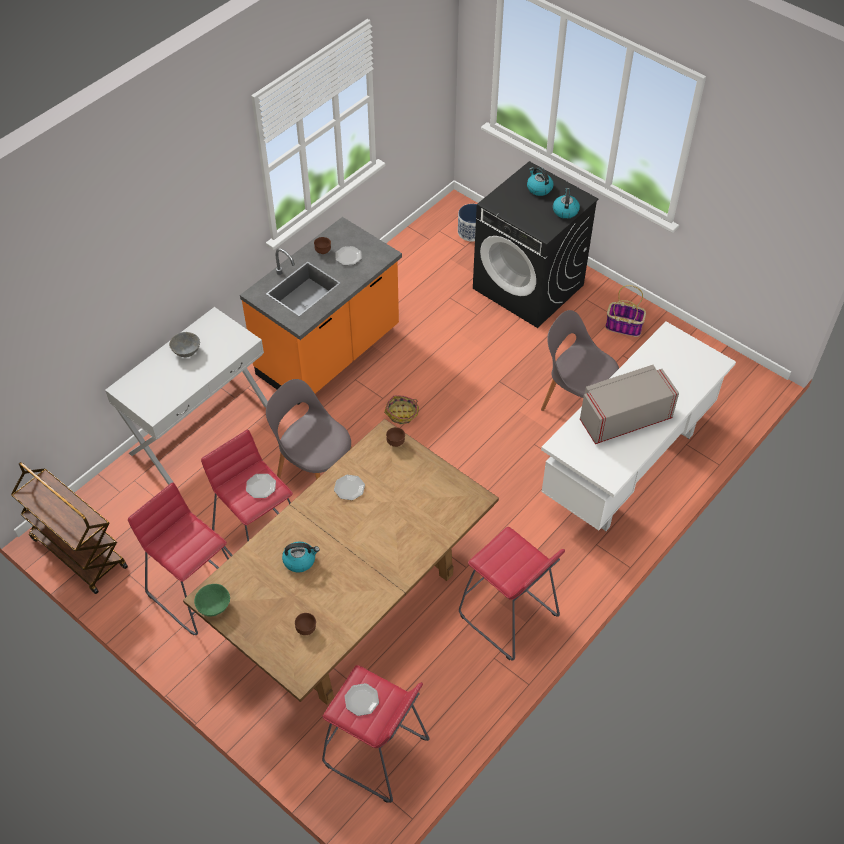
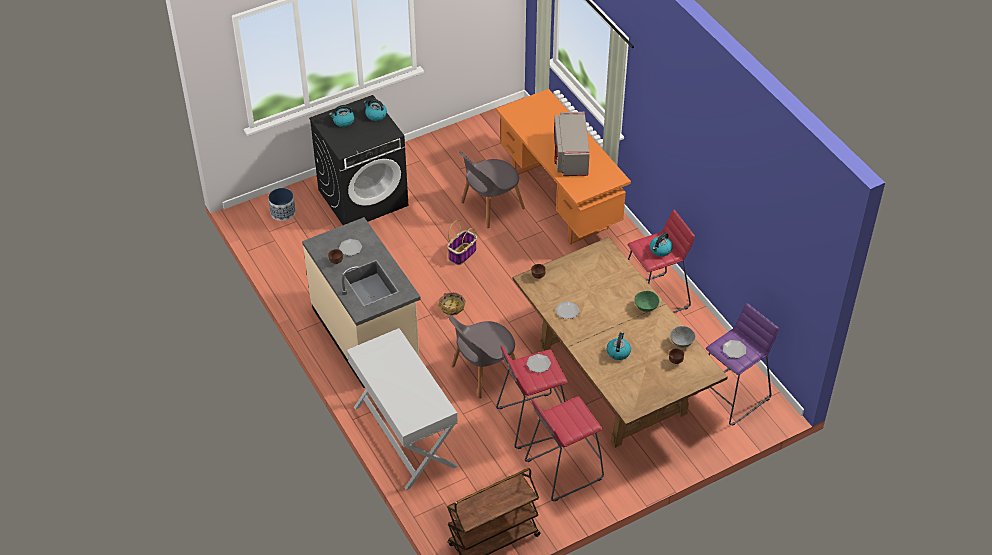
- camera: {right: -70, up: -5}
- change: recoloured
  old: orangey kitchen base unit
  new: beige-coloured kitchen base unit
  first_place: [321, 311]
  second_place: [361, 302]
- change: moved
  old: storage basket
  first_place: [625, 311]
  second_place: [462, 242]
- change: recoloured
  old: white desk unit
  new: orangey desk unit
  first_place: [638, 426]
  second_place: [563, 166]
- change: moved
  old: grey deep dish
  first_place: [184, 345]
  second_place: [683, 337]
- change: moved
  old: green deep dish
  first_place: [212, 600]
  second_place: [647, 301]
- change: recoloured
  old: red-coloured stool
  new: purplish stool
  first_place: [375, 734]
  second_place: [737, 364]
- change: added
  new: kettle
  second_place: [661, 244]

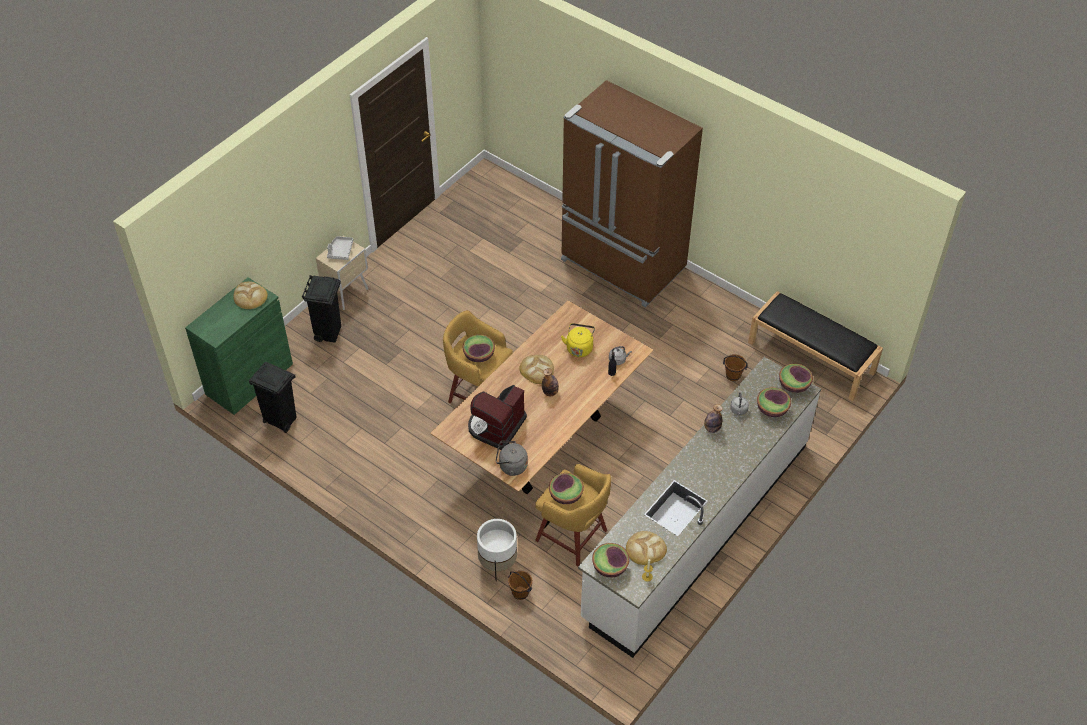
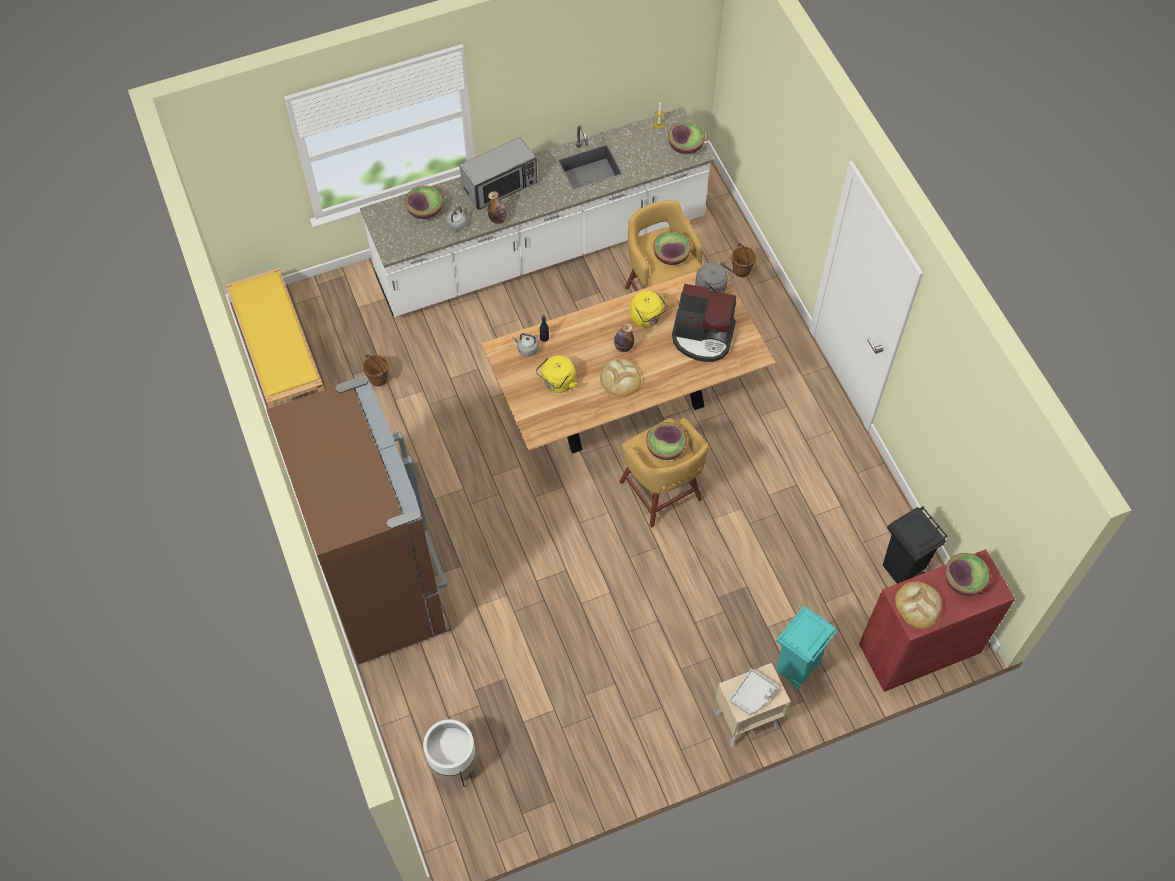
- camera: {right: -150, up: 10}
- change: recoloured
  old: black-coloured trash can
  new: turquoise-coloured trash can
  first_place: [321, 308]
  second_place: [807, 647]
- change: recoloured
  old: green storage cabinet
  new: red-coloured storage cabinet
  first_place: [239, 346]
  second_place: [937, 620]
- change: recoloured
  old: black-coloured long seat
  new: yellow long seat
  first_place: [815, 346]
  second_place: [275, 338]
- change: moved
  old: deep dish
  first_place: [796, 378]
  second_place: [967, 574]
- change: turned
  old: coffee machine
  first_place: [497, 417]
  second_place: [704, 323]
  degrees: 45
- change: moved
  old: white flower pot
  first_place: [497, 550]
  second_place: [450, 753]
- change: removed
  old: bakery bread
  first_place: [646, 548]
- change: added
  new: kitchen microwave
  second_place: [498, 173]
- change: added
  new: yellow kettle
  second_place: [649, 309]

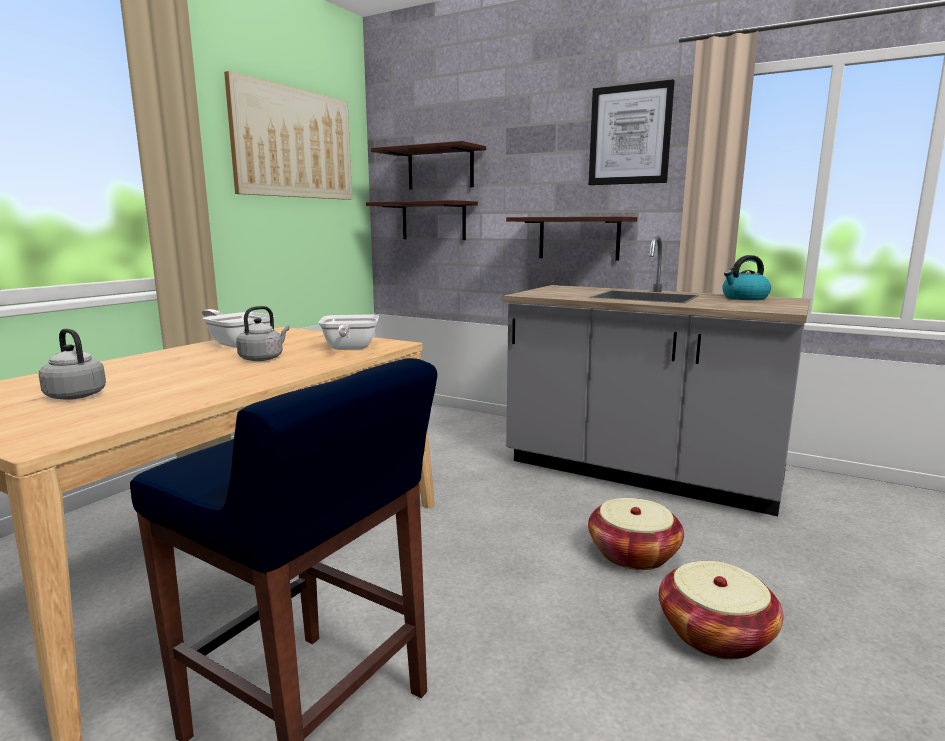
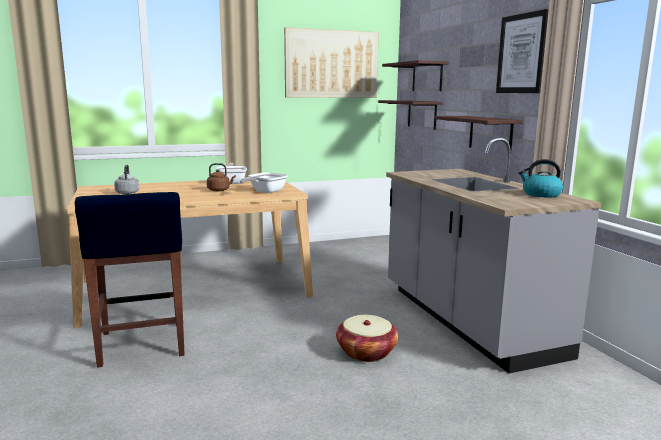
- camera: {right: 40, up: 0}
- change: recoloured
  old: grey kettle
  new: brownish kettle
  first_place: [263, 333]
  second_place: [221, 177]
- change: removed
  old: storage basket
  first_place: [721, 610]

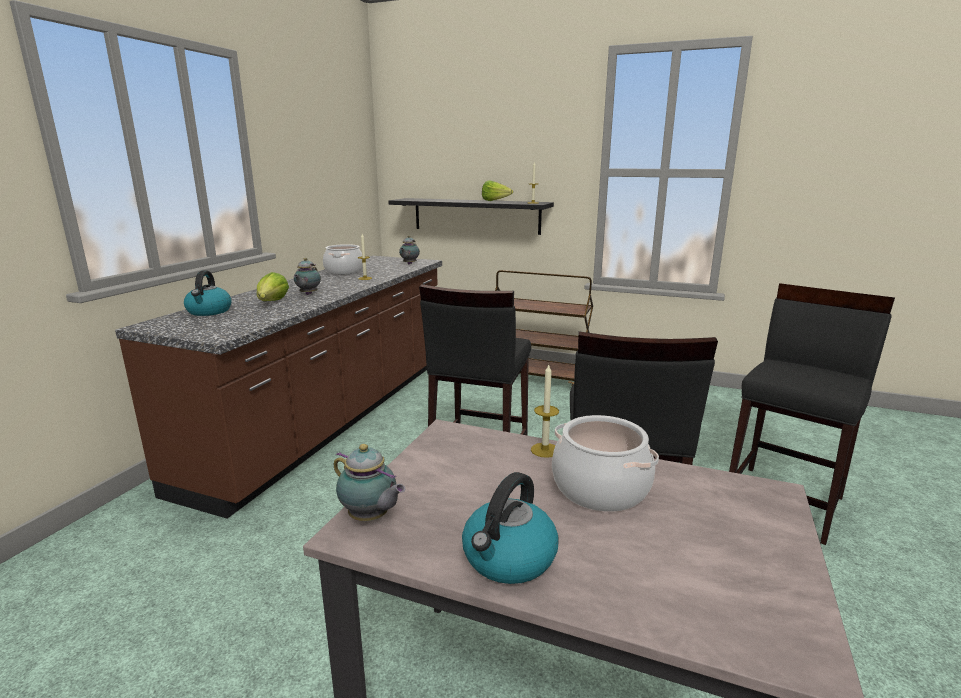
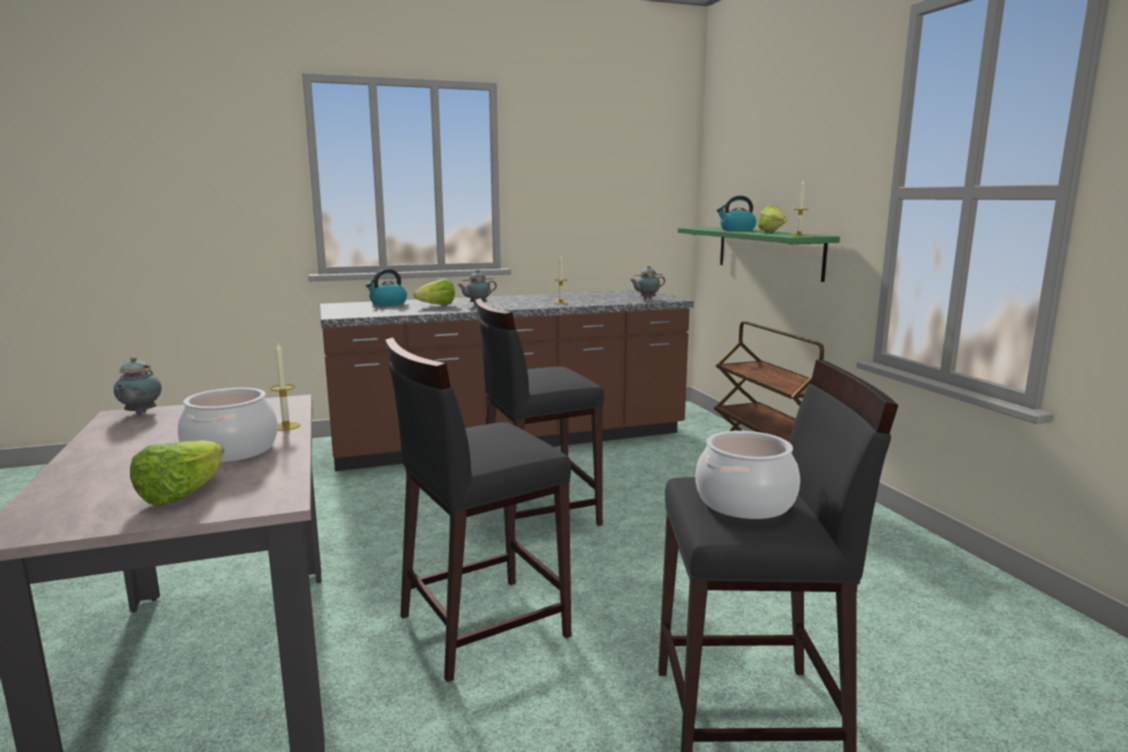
- camera: {right: 50, up: -5}
- change: recoloured
  old: black-coloured bracket shelf
  new: green bracket shelf
  first_place: [471, 216]
  second_place: [759, 254]
- change: moved
  old: cooking pot
  first_place: [343, 259]
  second_place: [748, 475]
- change: moved
  old: kettle
  first_place: [510, 528]
  second_place: [736, 213]
- change: added
  new: head of lettuce
  second_place: [177, 473]

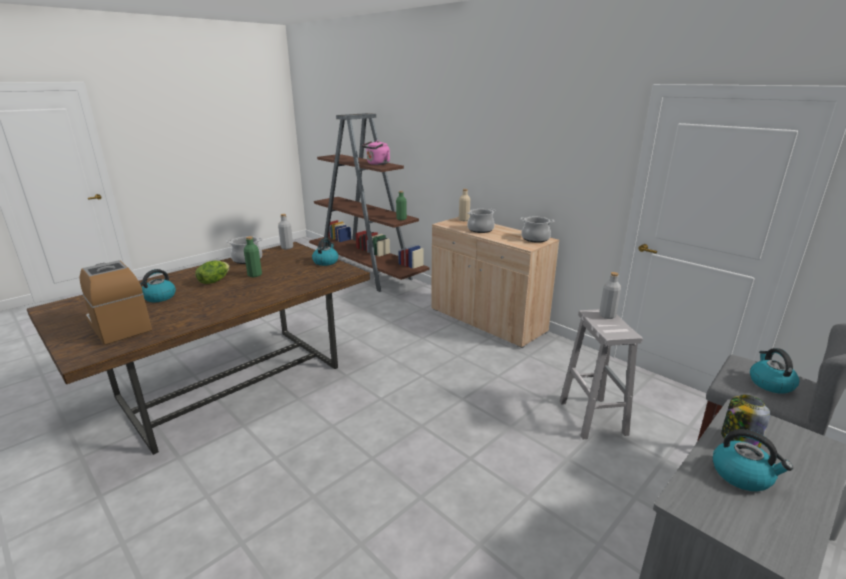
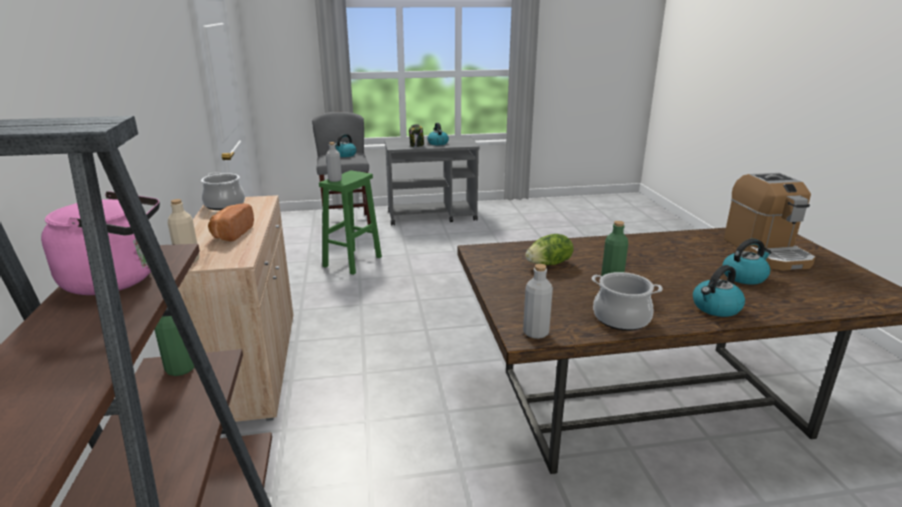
- camera: {right: -145, up: 0}
- change: replaced
  old: cooking pot
  new: bakery bread
  first_place: [481, 221]
  second_place: [231, 223]
- change: moved
  old: kettle
  first_place: [325, 252]
  second_place: [719, 291]
- change: moved
  old: head of lettuce
  first_place: [212, 272]
  second_place: [550, 249]
- change: recoloured
  old: white stool
  new: green stool
  first_place: [601, 374]
  second_place: [350, 222]

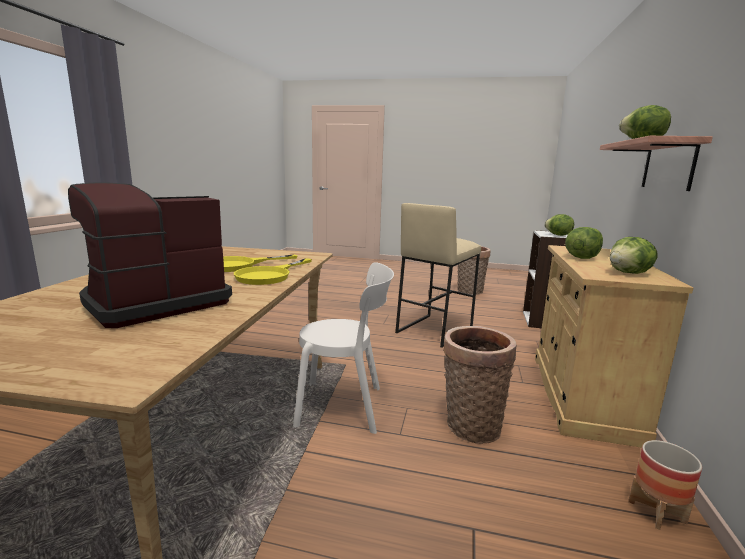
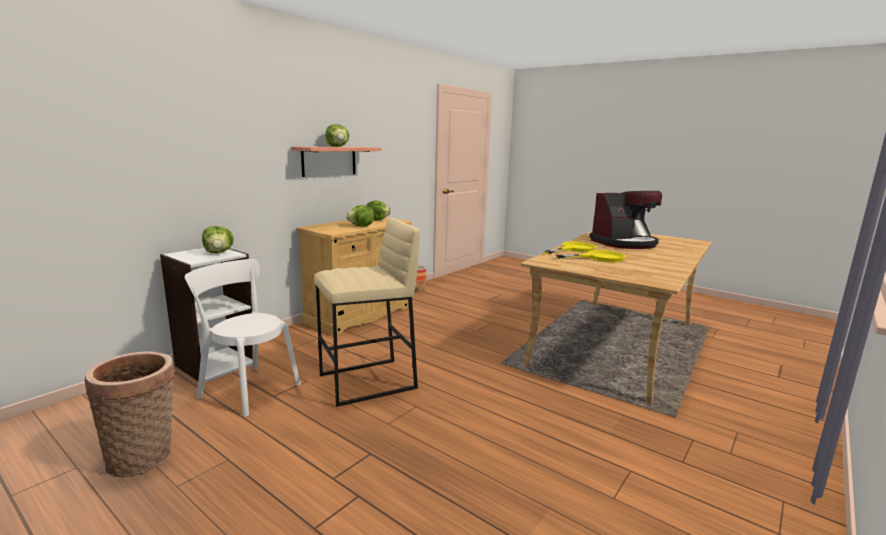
- camera: {right: -155, up: 0}
- change: moved
  old: white upright chair
  first_place: [343, 348]
  second_place: [243, 338]
- change: removed
  old: storage basket
  first_place: [479, 385]

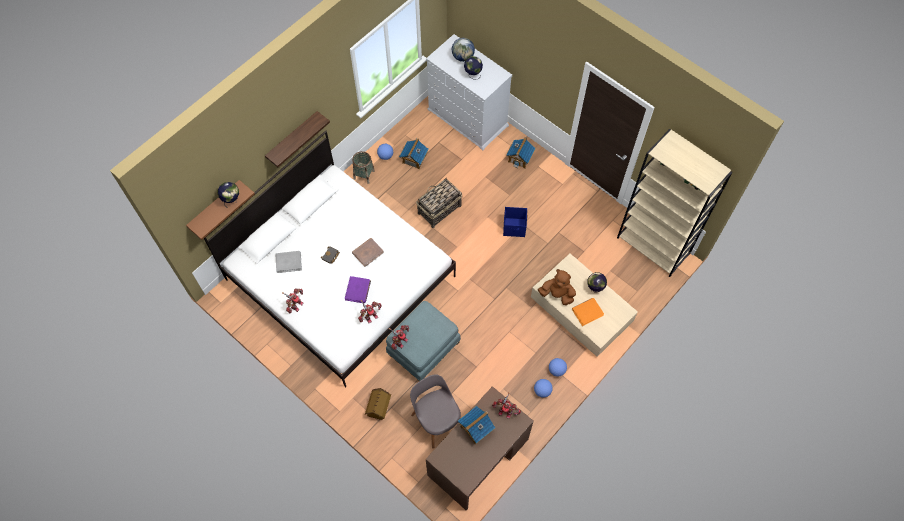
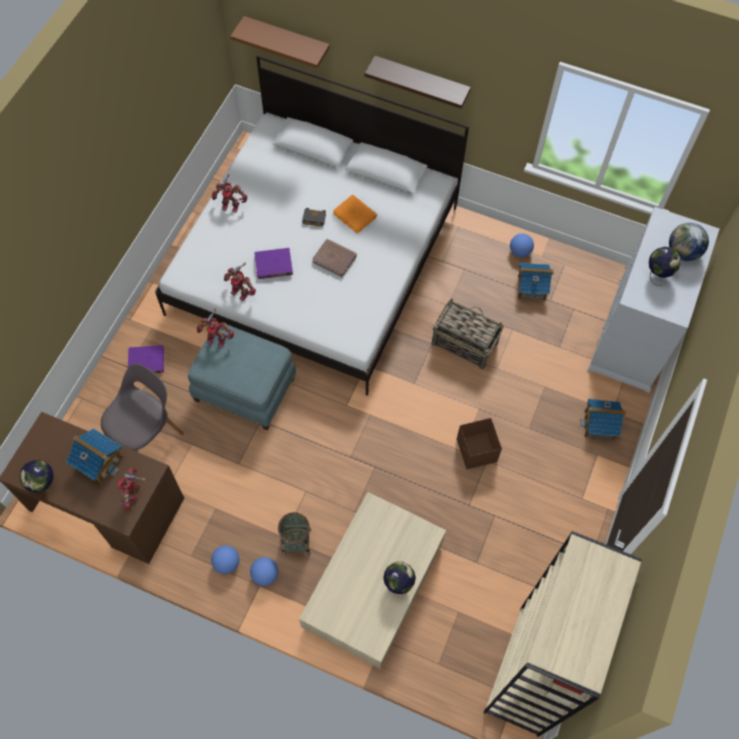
- camera: {right: 70, up: 0}
- change: moved
  old: storage basket
  first_place: [363, 167]
  second_place: [294, 534]
- change: moved
  old: globe
  first_place: [228, 195]
  second_place: [36, 476]
- change: recoloured
  old: blue-coloured storage box
  new: brownish storage box
  first_place: [515, 222]
  second_place: [479, 443]
- change: removed
  old: grey volume
  first_place: [289, 262]
- change: removed
  old: brownish cuddly toy
  first_place: [557, 287]
- change: moved
  old: orangey volume
  first_place: [588, 312]
  second_place: [355, 214]
- change: replaced
  old: model house
  new: purplish volume
  first_place: [378, 404]
  second_place: [146, 359]

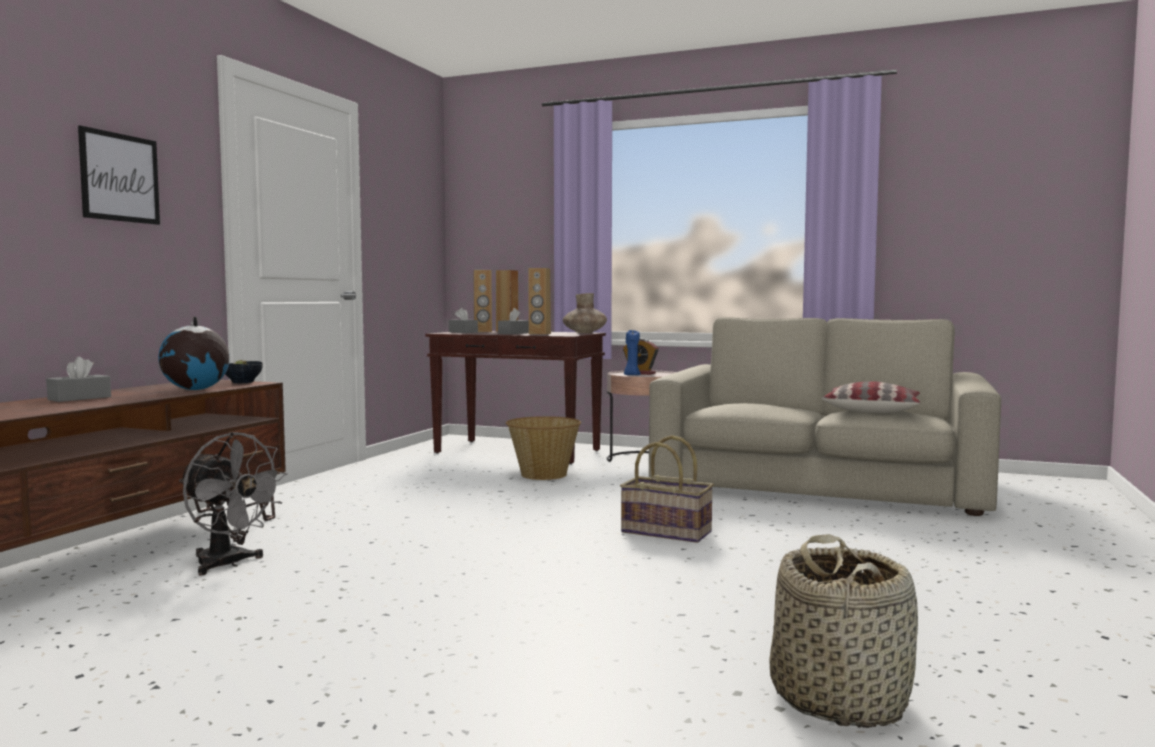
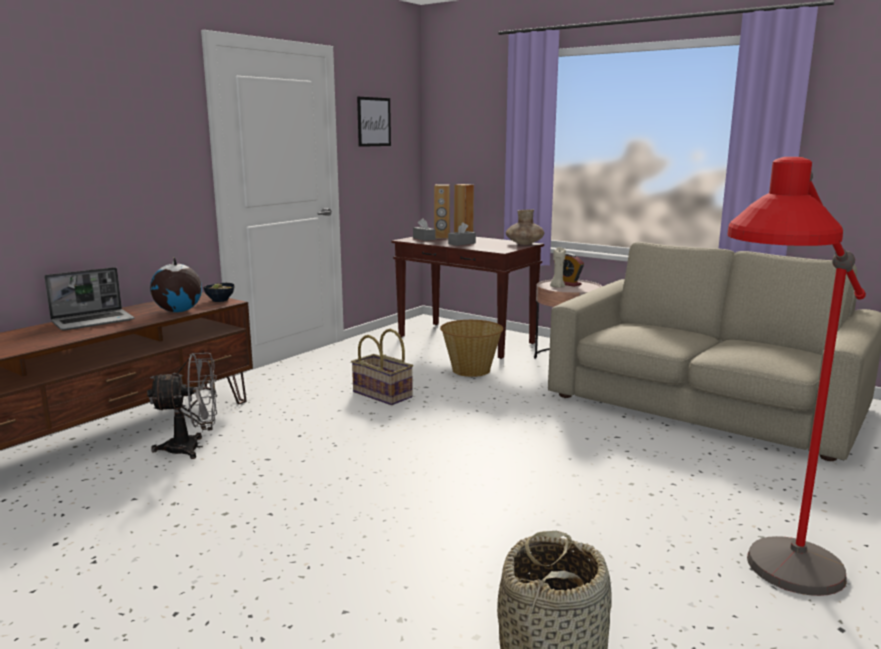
- camera: {right: 15, up: 10}
- change: moved
  old: wall picture
  first_place: [119, 175]
  second_place: [374, 122]
- change: removed
  old: brownish loudspeaker
  first_place: [539, 301]
- change: recoloured
  old: blue-coloured wax light
  new: beige-coloured wax light
  first_place: [632, 352]
  second_place: [558, 267]
- change: replaced
  old: grey box of tissues
  new: notebook computer
  first_place: [78, 379]
  second_place: [89, 299]
- change: removed
  old: cushion
  first_place: [871, 397]
- change: turned
  old: grey fan
  first_place: [233, 504]
  second_place: [182, 406]
  degrees: -60
- change: moved
  old: storage basket
  first_place: [667, 489]
  second_place: [382, 367]
- change: added
  new: red-coloured floor lamp
  second_place: [796, 376]

